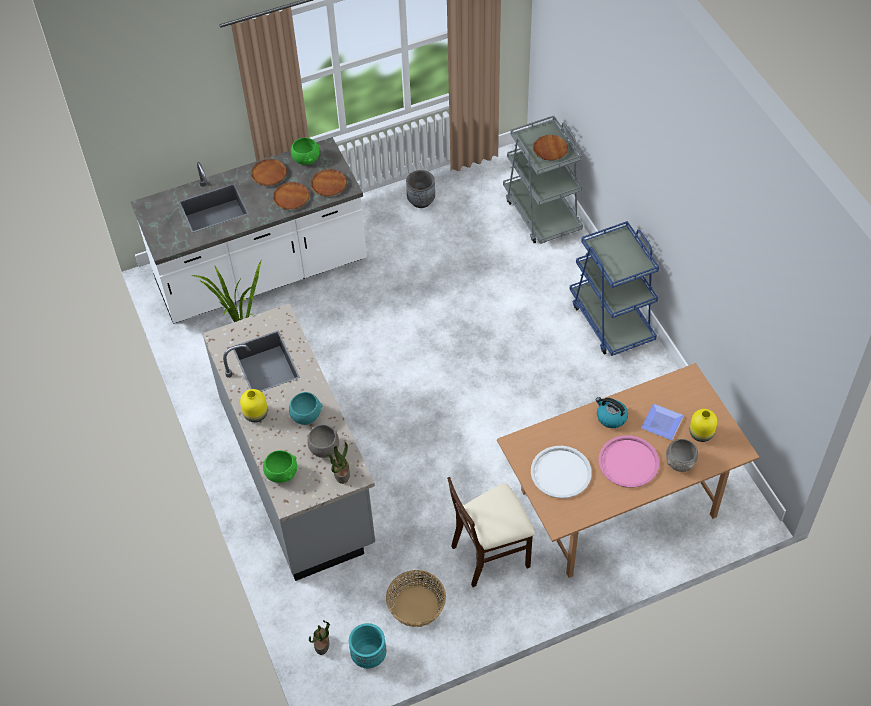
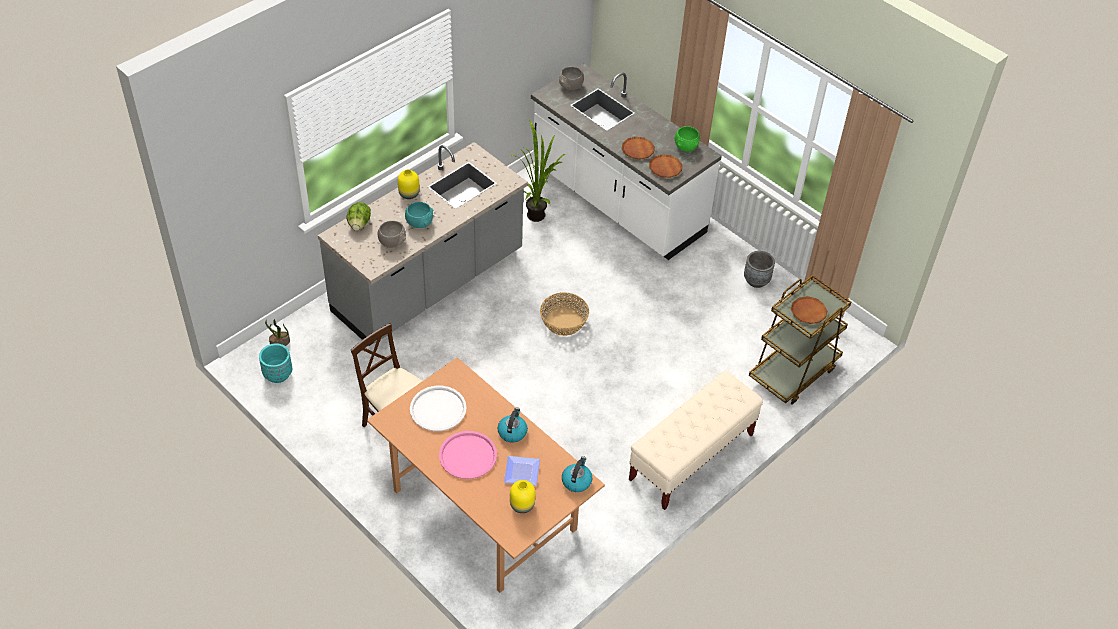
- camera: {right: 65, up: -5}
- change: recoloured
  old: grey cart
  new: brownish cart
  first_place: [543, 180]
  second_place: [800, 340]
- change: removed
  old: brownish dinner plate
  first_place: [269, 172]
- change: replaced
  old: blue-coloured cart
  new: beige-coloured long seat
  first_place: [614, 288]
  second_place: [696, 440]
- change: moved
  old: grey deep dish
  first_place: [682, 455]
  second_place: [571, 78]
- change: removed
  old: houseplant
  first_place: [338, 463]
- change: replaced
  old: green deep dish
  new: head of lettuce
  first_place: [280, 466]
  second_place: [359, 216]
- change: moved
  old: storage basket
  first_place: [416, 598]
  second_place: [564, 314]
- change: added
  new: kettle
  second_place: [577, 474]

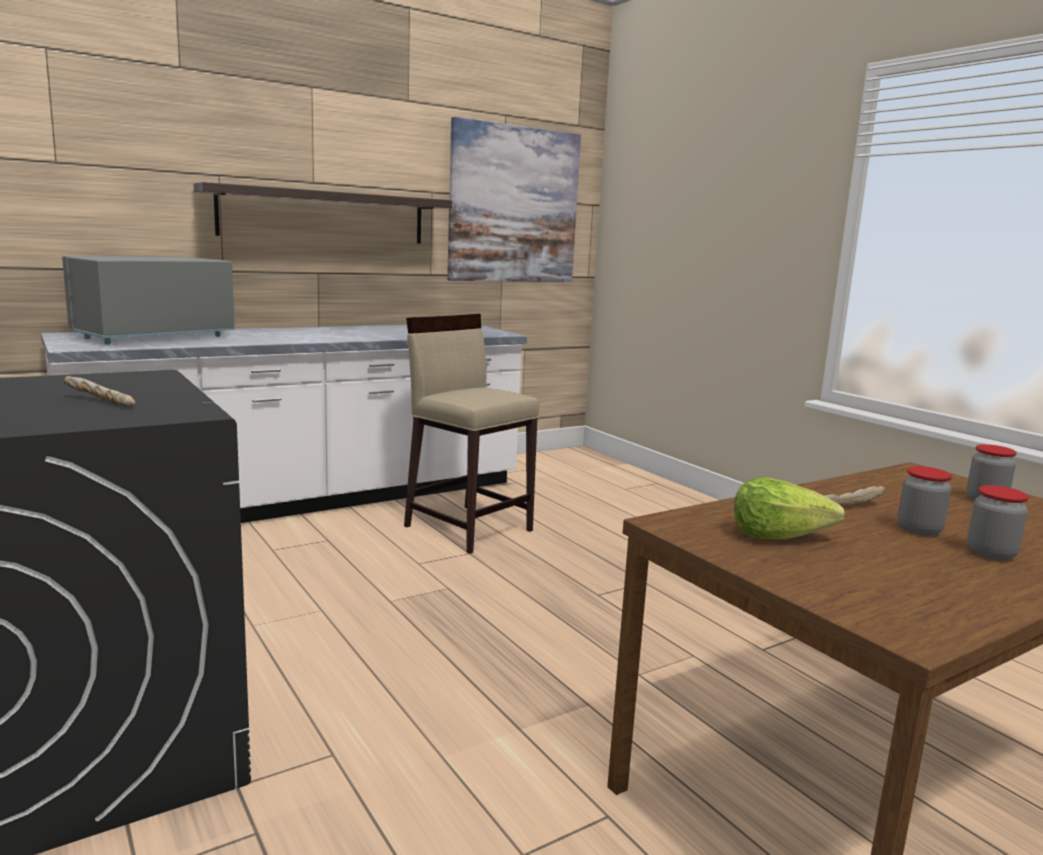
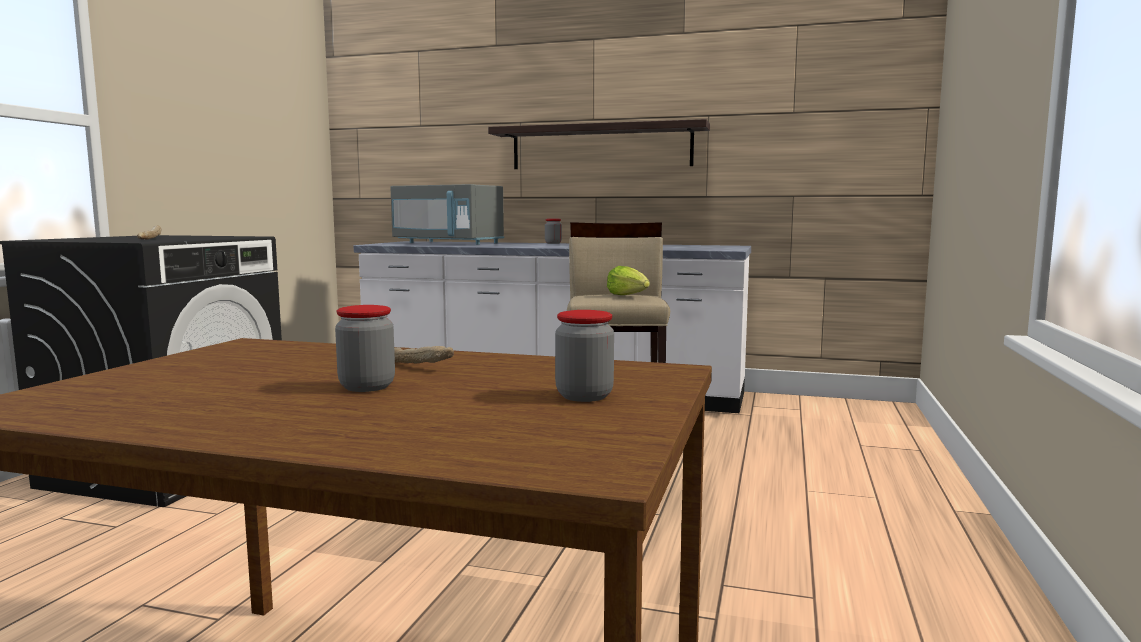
- camera: {right: 50, up: -5}
- change: removed
  old: wall picture
  first_place: [514, 199]
- change: turned
  old: grey kitchen microwave
  first_place: [148, 300]
  second_place: [447, 214]
  degrees: -150
- change: moved
  old: head of lettuce
  first_place: [789, 508]
  second_place: [628, 280]
- change: moved
  old: jar
  first_place: [998, 523]
  second_place: [553, 231]

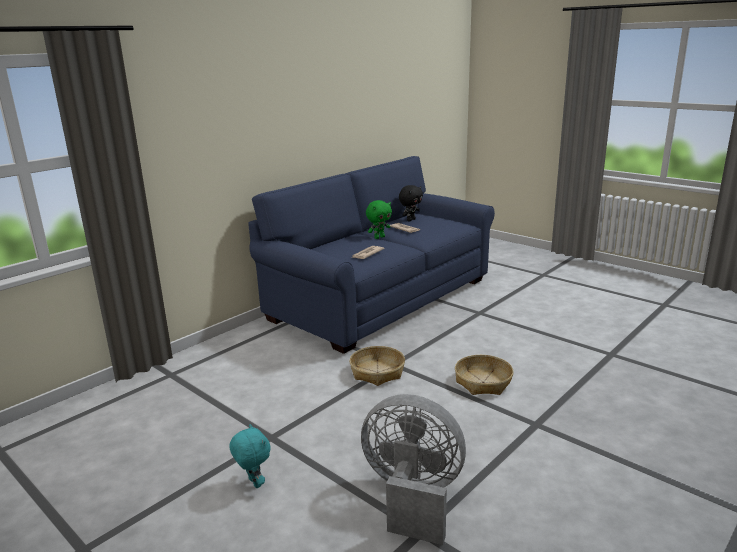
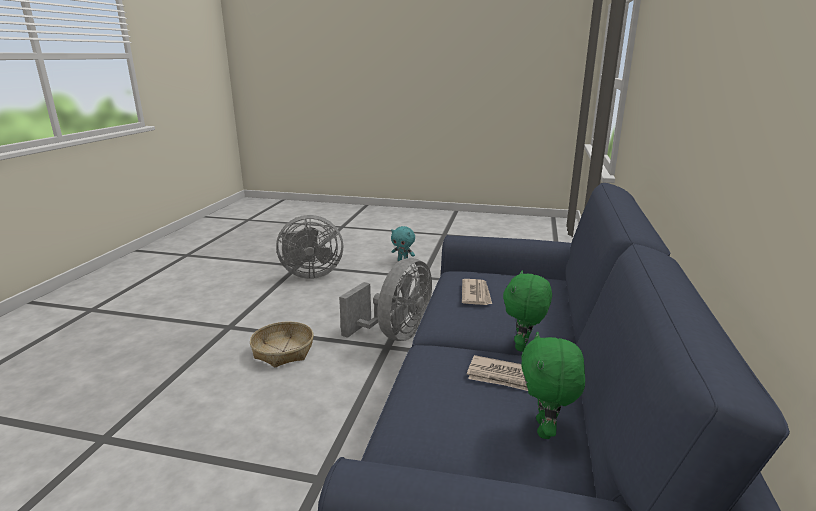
- camera: {right: 150, up: 0}
- change: recoloured
  old: black-coloured cuddly toy
  new: green cuddly toy
  first_place: [411, 203]
  second_place: [553, 385]
- change: replaced
  old: storage basket
  new: grey fan
  first_place: [377, 366]
  second_place: [385, 299]

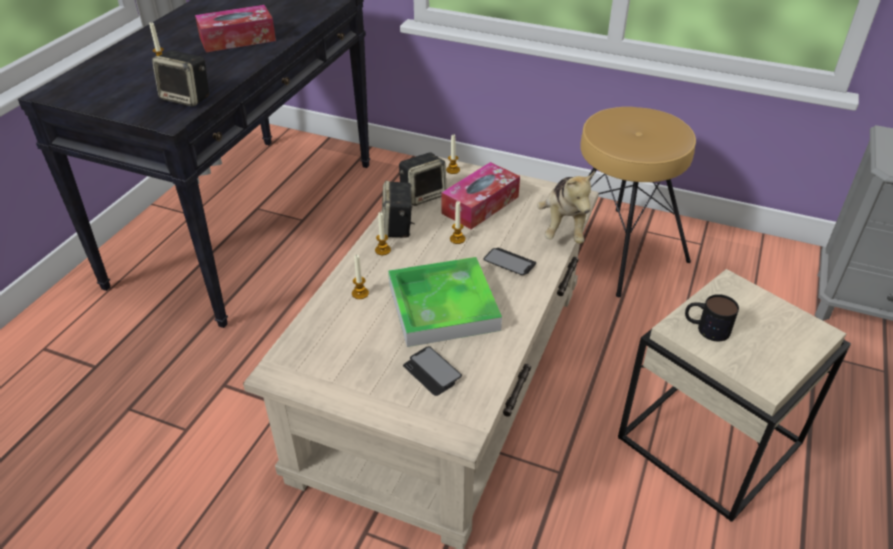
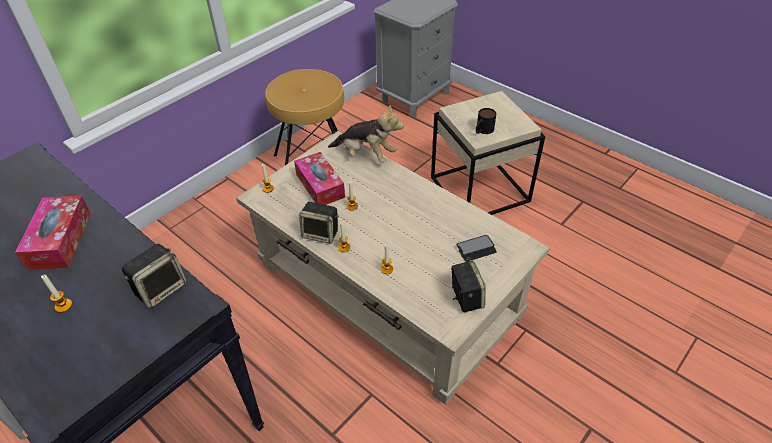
- camera: {right: -70, up: 5}
- change: moved
  old: loudspeaker
  first_place: [422, 179]
  second_place: [468, 286]
- change: removed
  old: telephone
  first_place: [509, 261]
- change: removed
  old: tray
  first_place: [445, 302]

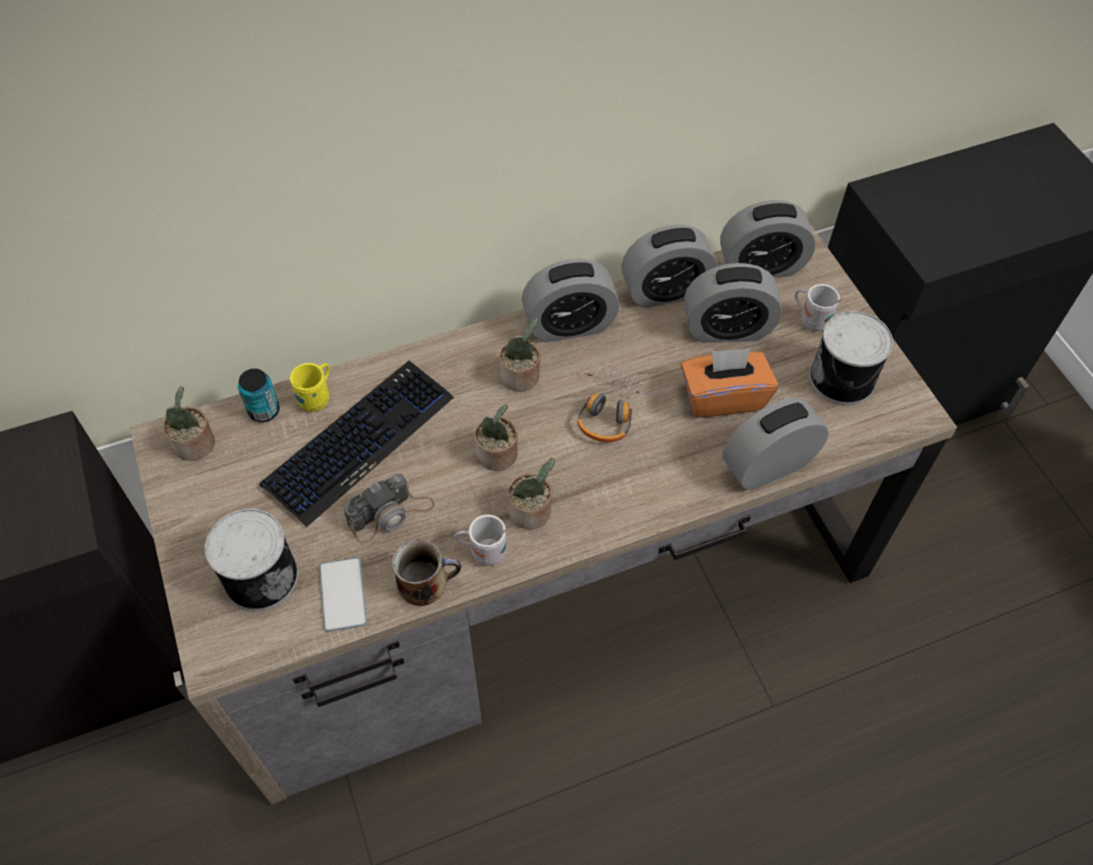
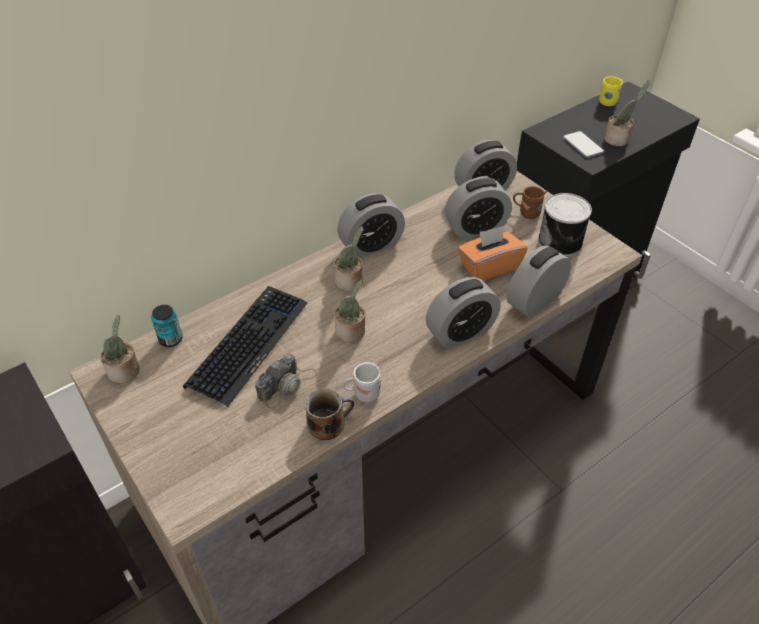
- camera: {right: -15, up: -10}
- change: moved
  old: table clock
  first_place: [669, 266]
  second_place: [463, 312]
- change: recoloured
  old: white coffee mug
  new: brownish coffee mug
  first_place: [819, 308]
  second_place: [530, 202]
- change: moved
  old: yellow coffee mug
  first_place: [310, 387]
  second_place: [611, 91]
- change: removed
  old: headphones
  first_place: [617, 404]
- change: moved
  old: houseplant
  first_place: [531, 494]
  second_place: [627, 113]
- change: removed
  old: can
  first_place: [251, 560]
- change: moved
  old: telephone
  first_place: [343, 595]
  second_place: [583, 144]

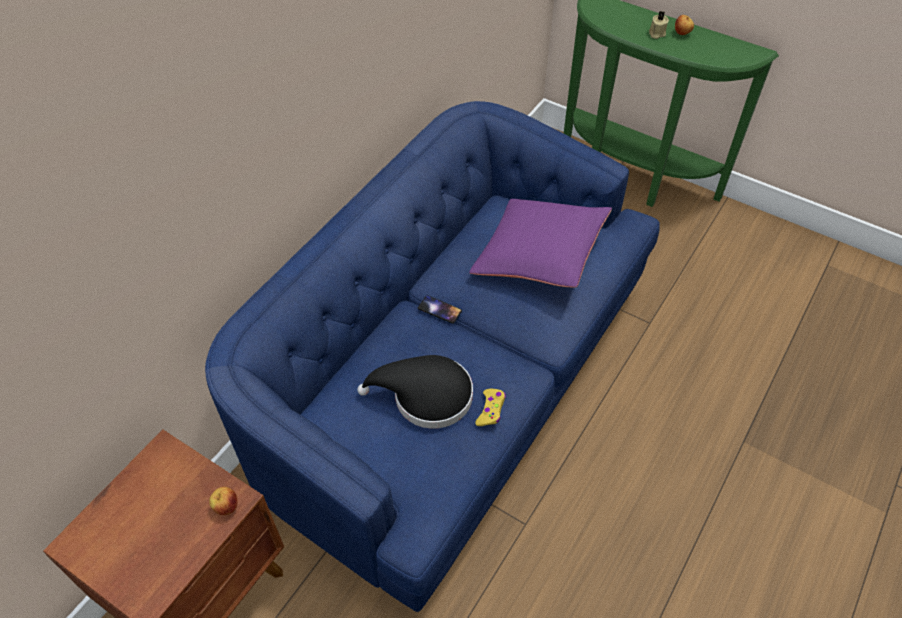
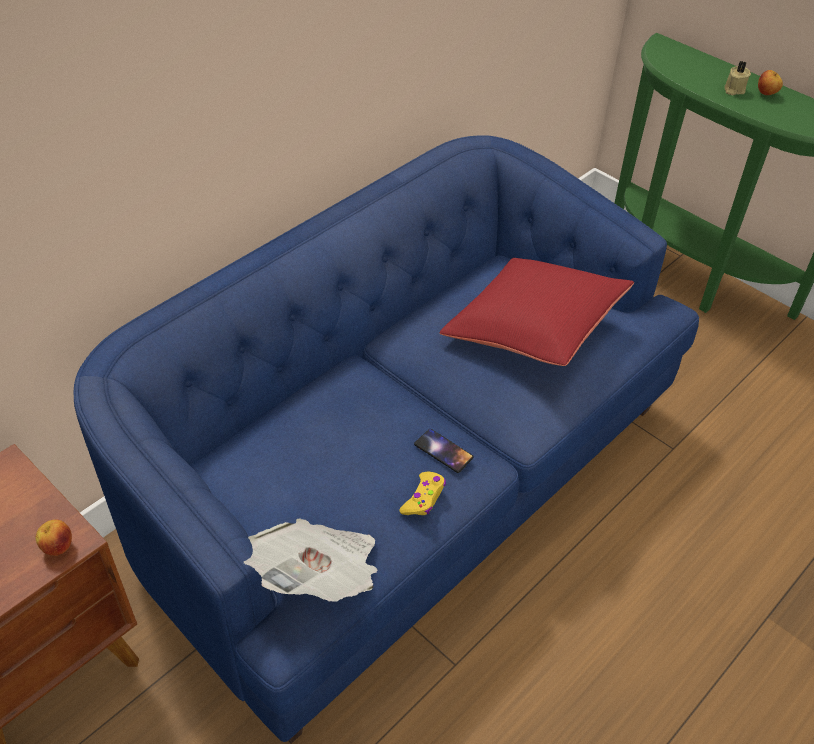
- camera: {right: 10, up: -5}
- change: recoloured
  old: purplish cushion
  new: red-coloured cushion
  first_place: [540, 243]
  second_place: [536, 312]
- change: moved
  old: telephone
  first_place: [440, 309]
  second_place: [444, 451]
- change: removed
  old: black-coloured clothing hat
  first_place: [415, 392]
- change: added
  new: daily paper
  second_place: [310, 560]

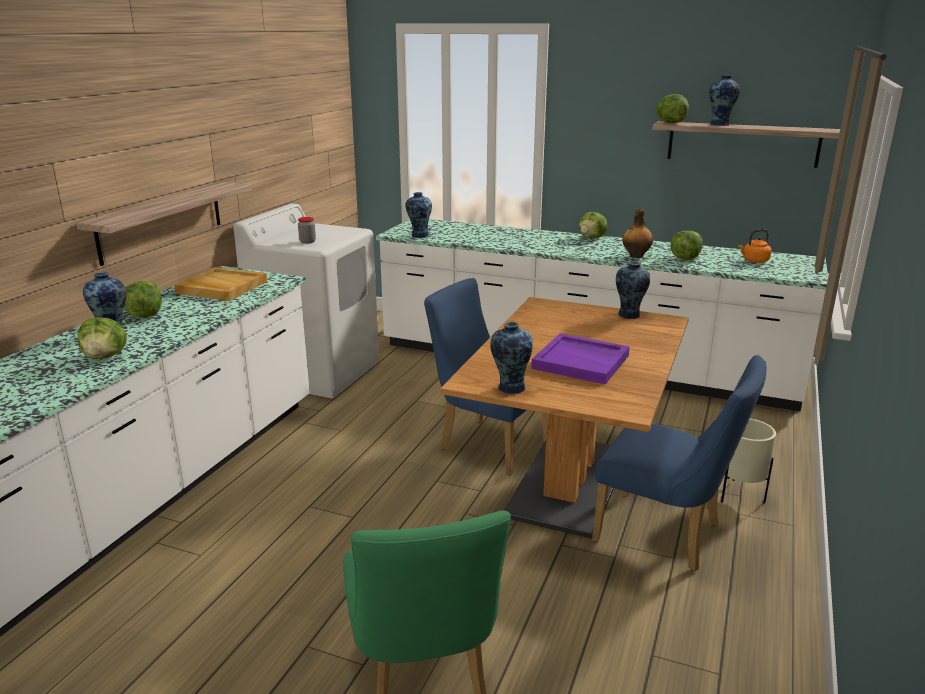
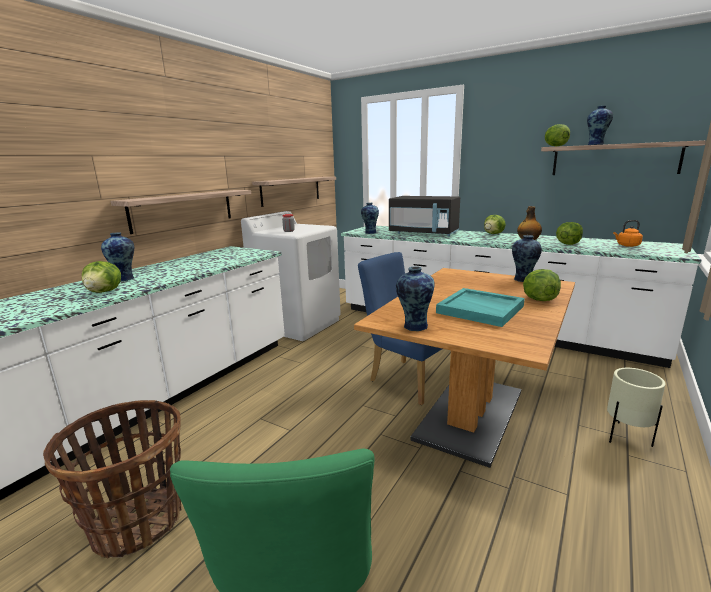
- camera: {right: 10, up: -5}
- change: removed
  old: beige-coloured tray
  first_place: [220, 284]
- change: moved
  old: head of lettuce
  first_place: [142, 299]
  second_place: [542, 285]
- change: recoloured
  old: purplish tray
  new: turquoise-coloured tray
  first_place: [580, 358]
  second_place: [480, 307]
- change: removed
  old: blue-coloured upright chair
  first_place: [679, 463]
- change: added
  new: bracket shelf
  second_place: [294, 192]
- change: added
  new: black-coloured kitchen microwave
  second_place: [424, 216]
- change: added
  new: storage basket
  second_place: [112, 479]

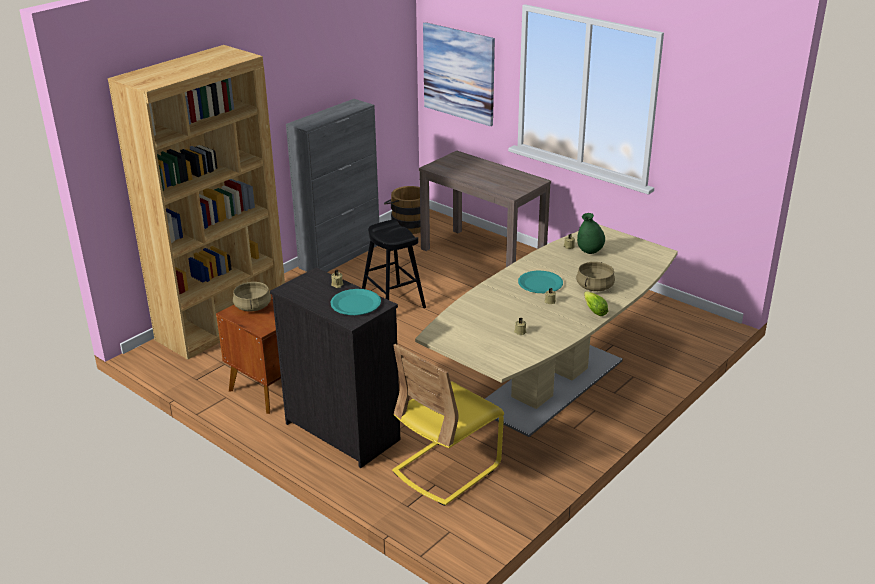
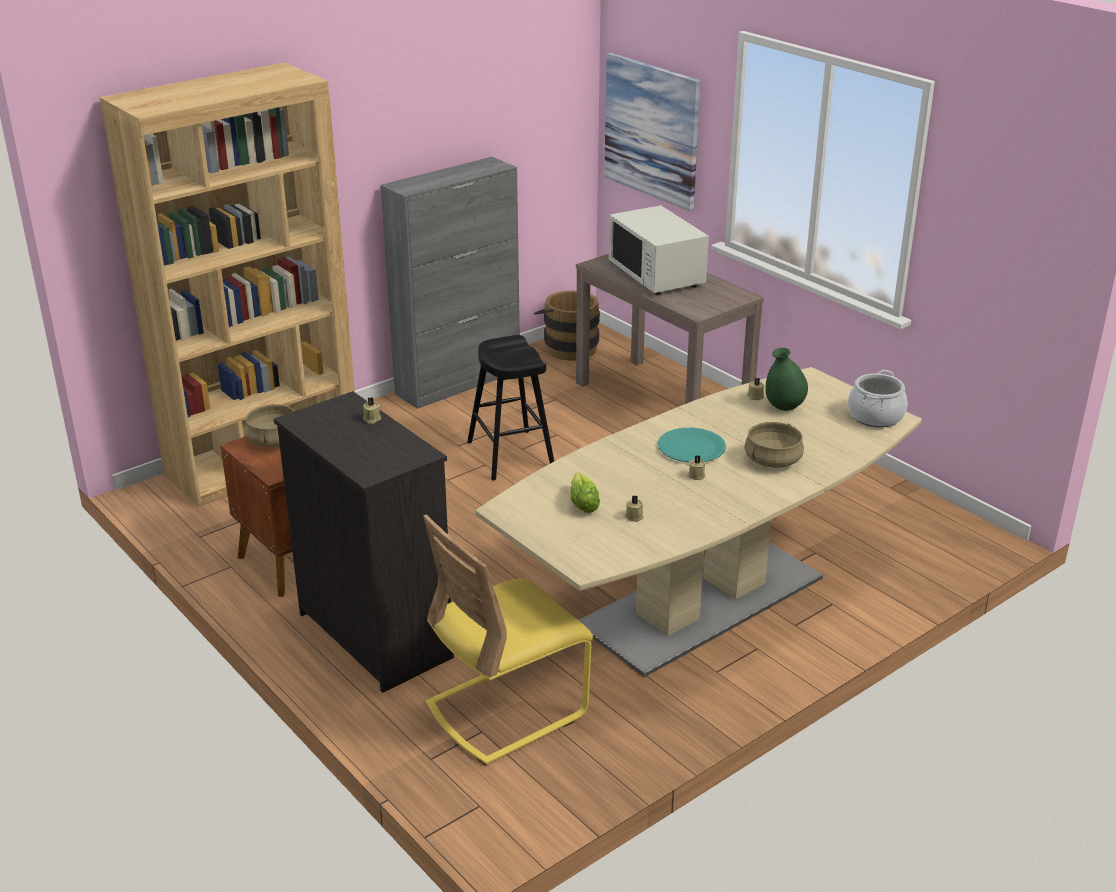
- camera: {right: 10, up: 0}
- change: removed
  old: turquoise-coloured dinner plate
  first_place: [355, 302]
- change: moved
  old: head of lettuce
  first_place: [596, 303]
  second_place: [585, 492]
- change: added
  new: white kitchen microwave
  second_place: [659, 250]
- change: added
  new: cooking pot
  second_place: [877, 398]

